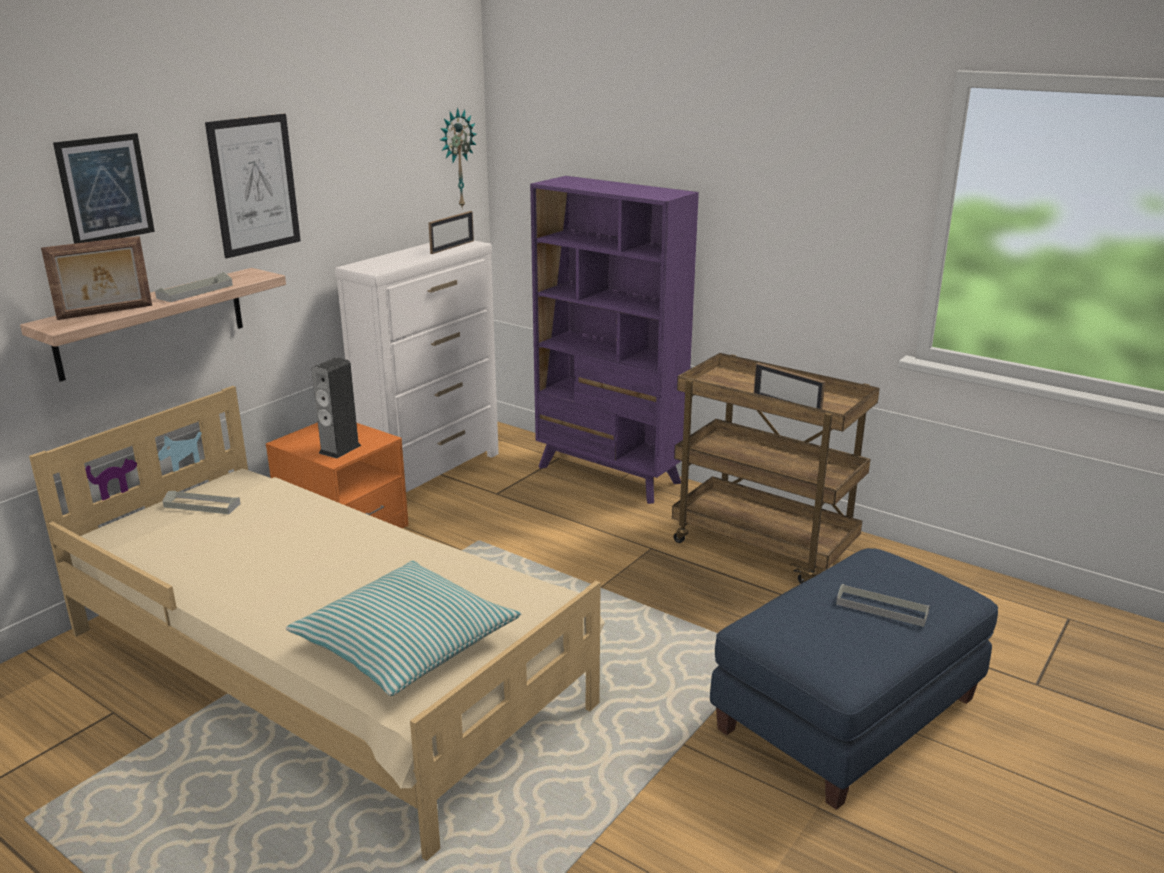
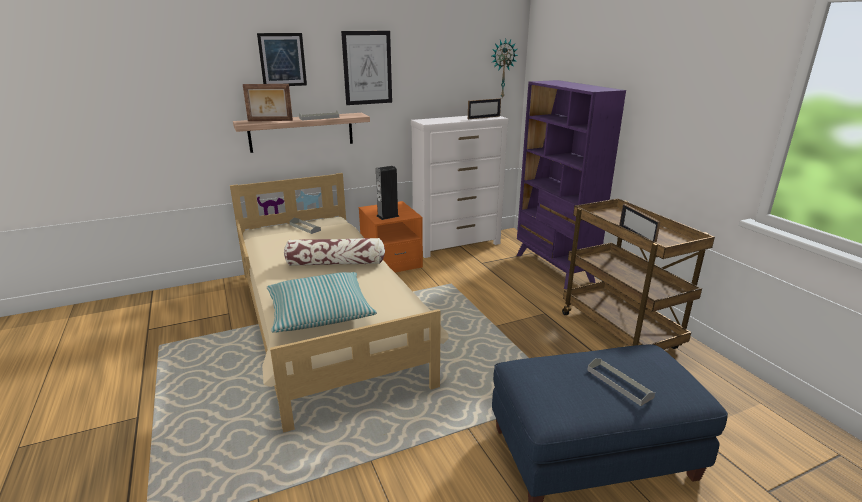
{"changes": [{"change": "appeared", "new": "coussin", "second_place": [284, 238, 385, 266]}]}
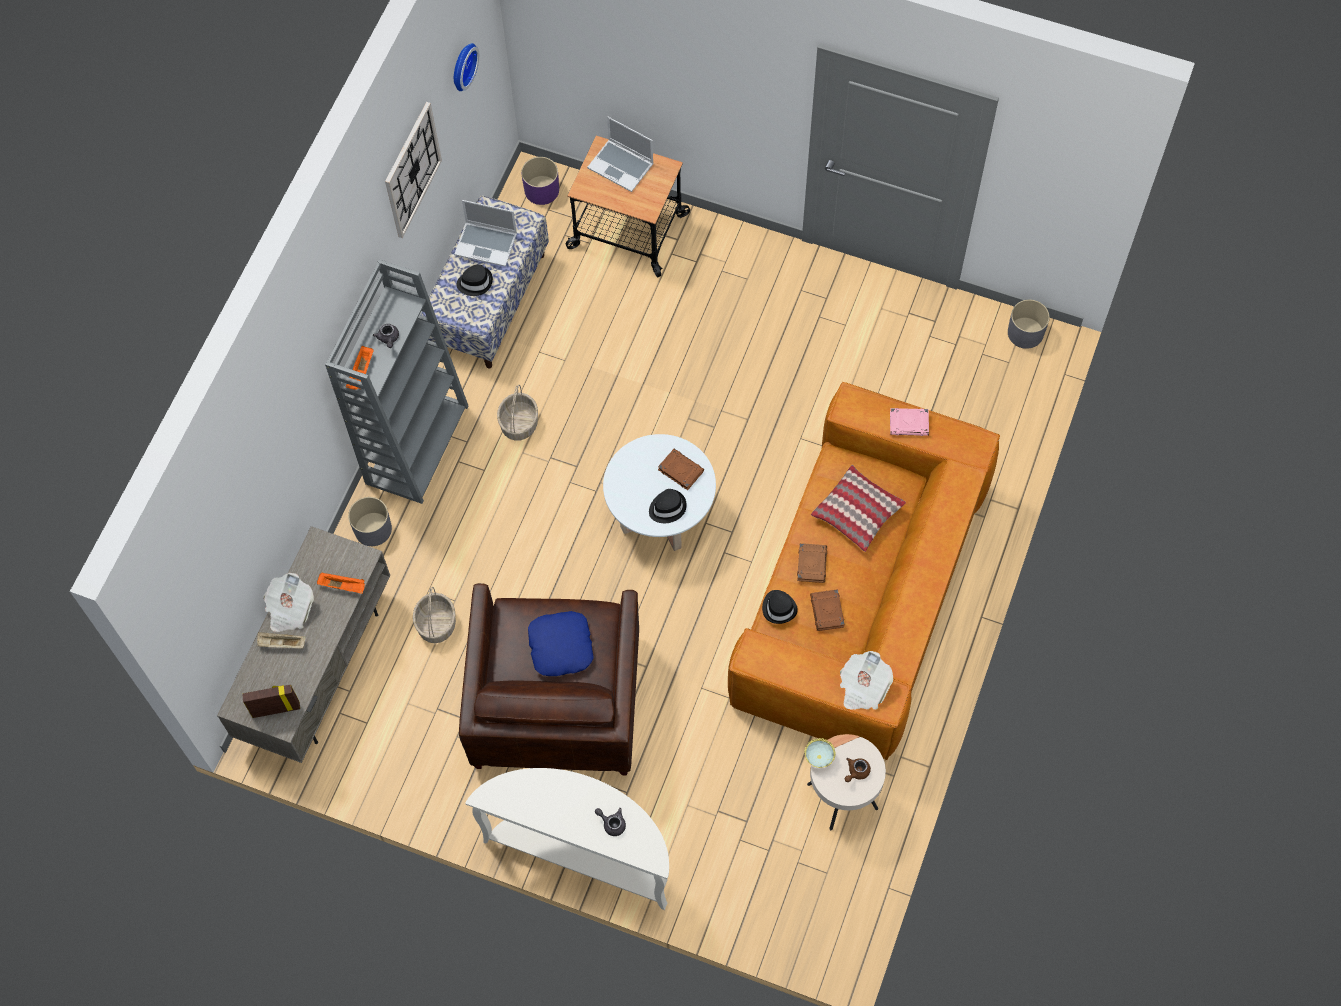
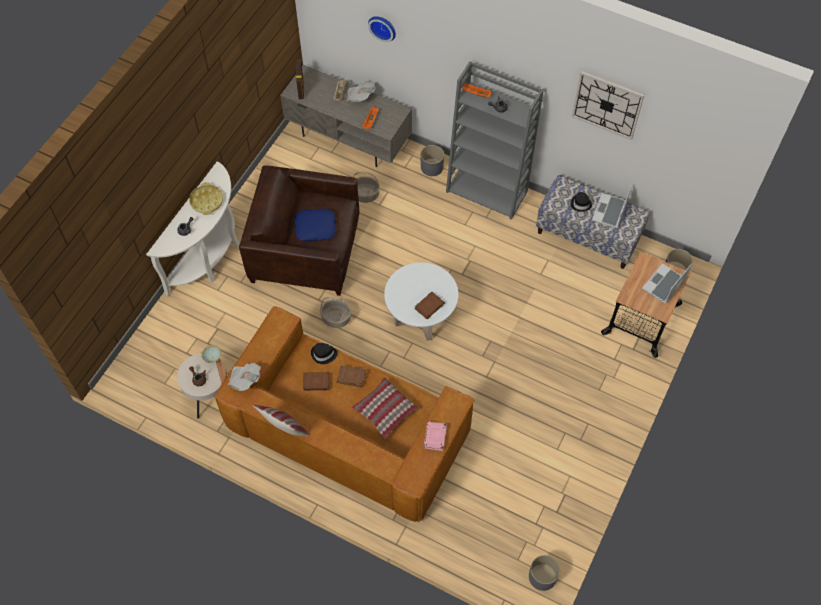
{"changes": [{"change": "missing", "old": "chapeau/noir", "first_place": [649, 489, 687, 523]}, {"change": "appeared", "new": "plateau/jaune", "second_place": [189, 182, 223, 215]}, {"change": "appeared", "new": "coussin", "second_place": [253, 405, 309, 436]}, {"change": "relocated", "old": "horloge murale", "first_place": [454, 43, 479, 91], "second_place": [368, 16, 396, 42]}, {"change": "relocated", "old": "panier", "first_place": [497, 385, 538, 441], "second_place": [320, 297, 351, 328]}]}
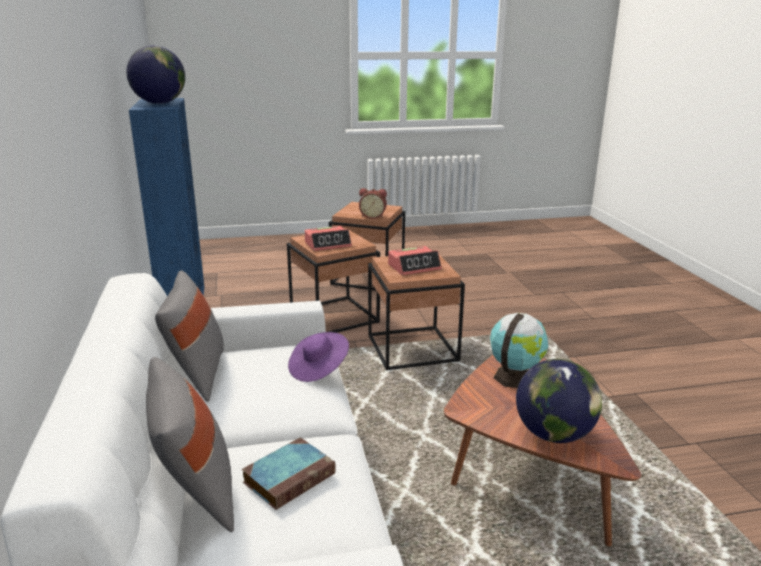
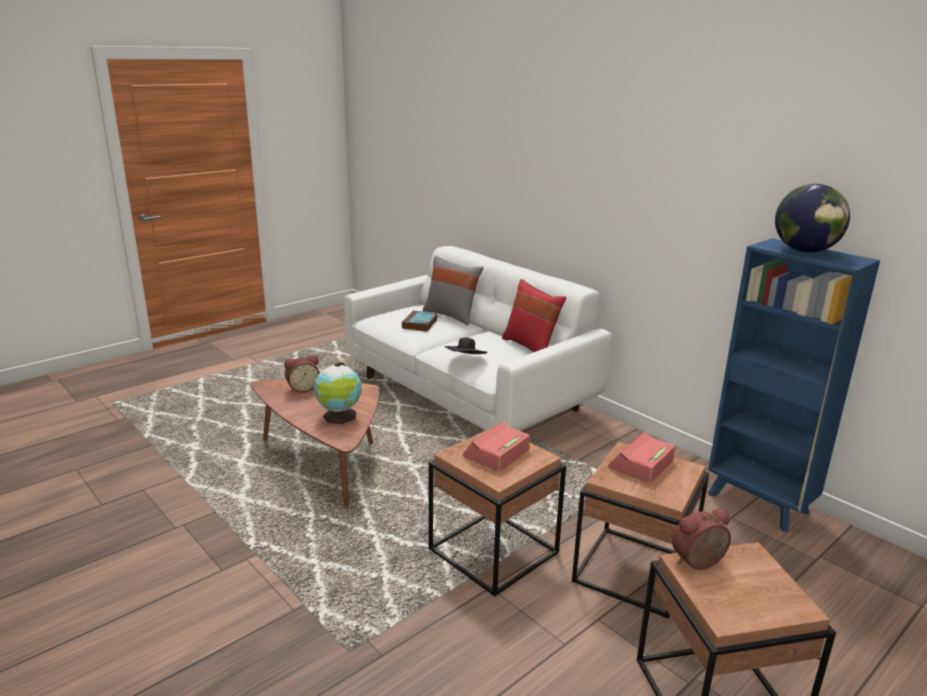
{"changes": [{"change": "exchanged", "old": "globe", "new": "réveil", "first_place": [516, 359, 602, 443], "second_place": [284, 355, 320, 393]}, {"change": "colour", "old": "coussin/gris", "new": "coussin/rouge", "first_place": [155, 270, 224, 402], "second_place": [502, 279, 566, 352]}, {"change": "colour", "old": "chapeau/violet", "new": "chapeau/noir", "first_place": [288, 332, 349, 382], "second_place": [444, 337, 487, 354]}]}
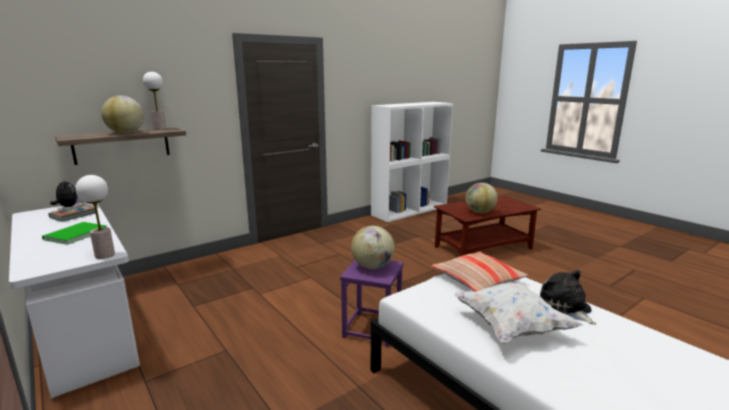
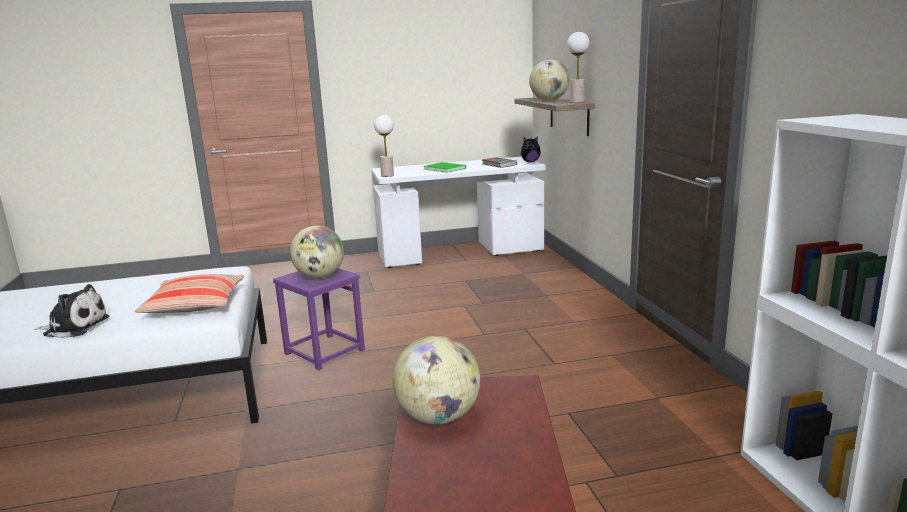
{"changes": [{"change": "missing", "old": "coussin/blanc", "first_place": [454, 282, 583, 344]}]}
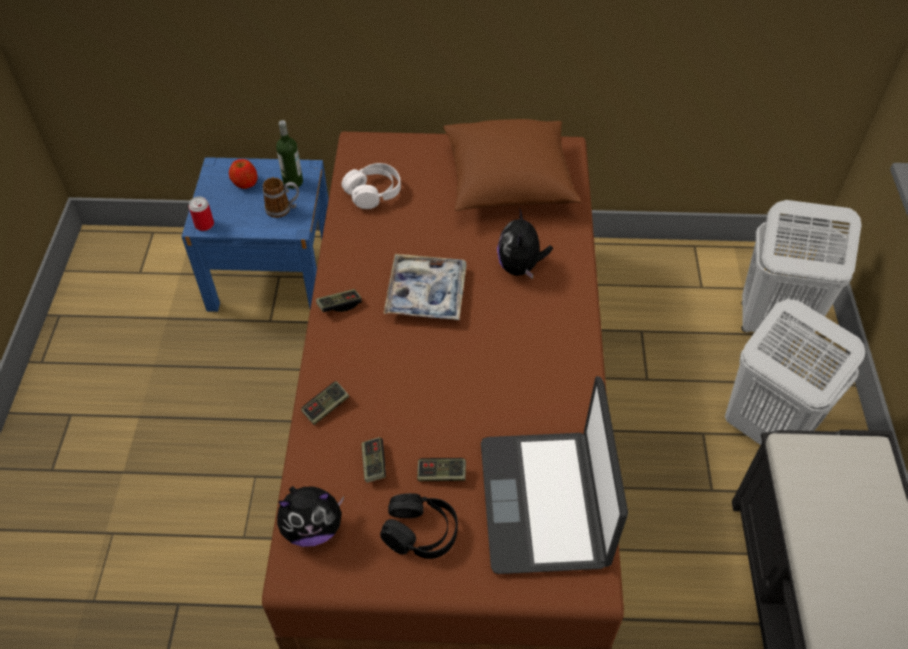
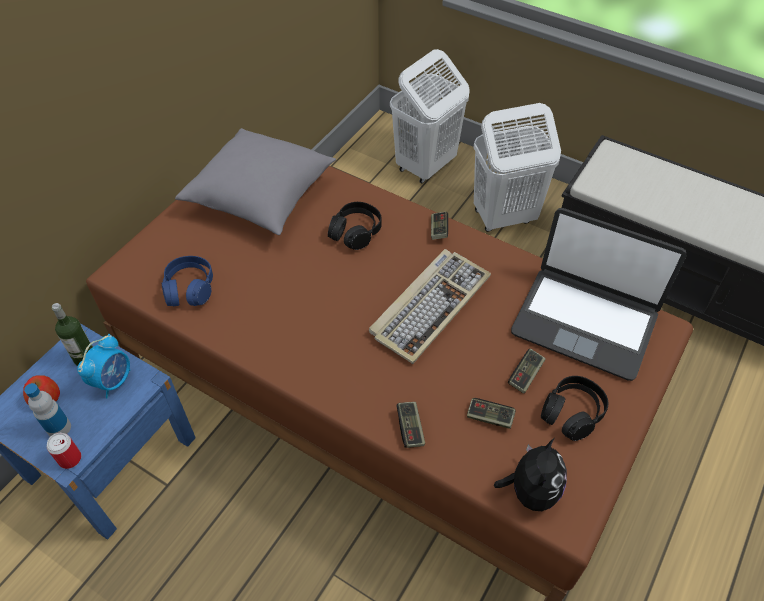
{"changes": [{"change": "missing", "old": "plateau", "first_place": [383, 254, 467, 320]}, {"change": "appeared", "new": "bouteille", "second_place": [24, 383, 71, 437]}, {"change": "appeared", "new": "clavier", "second_place": [369, 249, 491, 364]}, {"change": "relocated", "old": "manette", "first_place": [316, 289, 362, 312], "second_place": [431, 211, 448, 240]}, {"change": "exchanged", "old": "mug", "new": "réveil", "first_place": [263, 177, 299, 218], "second_place": [77, 334, 130, 398]}, {"change": "exchanged", "old": "peluche", "new": "casque audio/noir", "first_place": [497, 209, 553, 279], "second_place": [328, 202, 382, 250]}, {"change": "colour", "old": "casque audio/blanc", "new": "casque audio/bleu", "first_place": [341, 163, 401, 209], "second_place": [162, 256, 213, 306]}, {"change": "colour", "old": "coussin/marron", "new": "coussin/gris", "first_place": [443, 119, 581, 211], "second_place": [175, 128, 336, 235]}]}
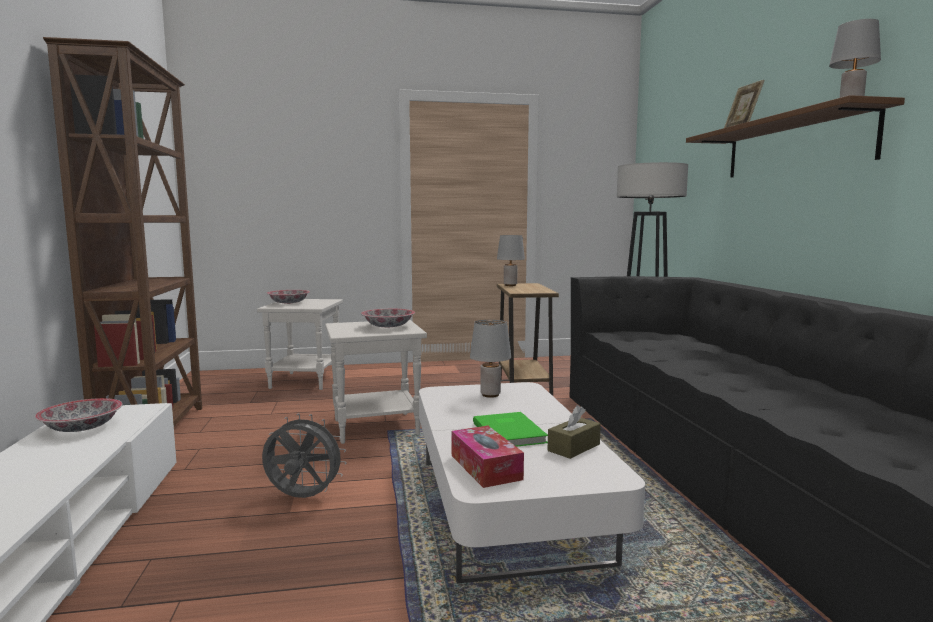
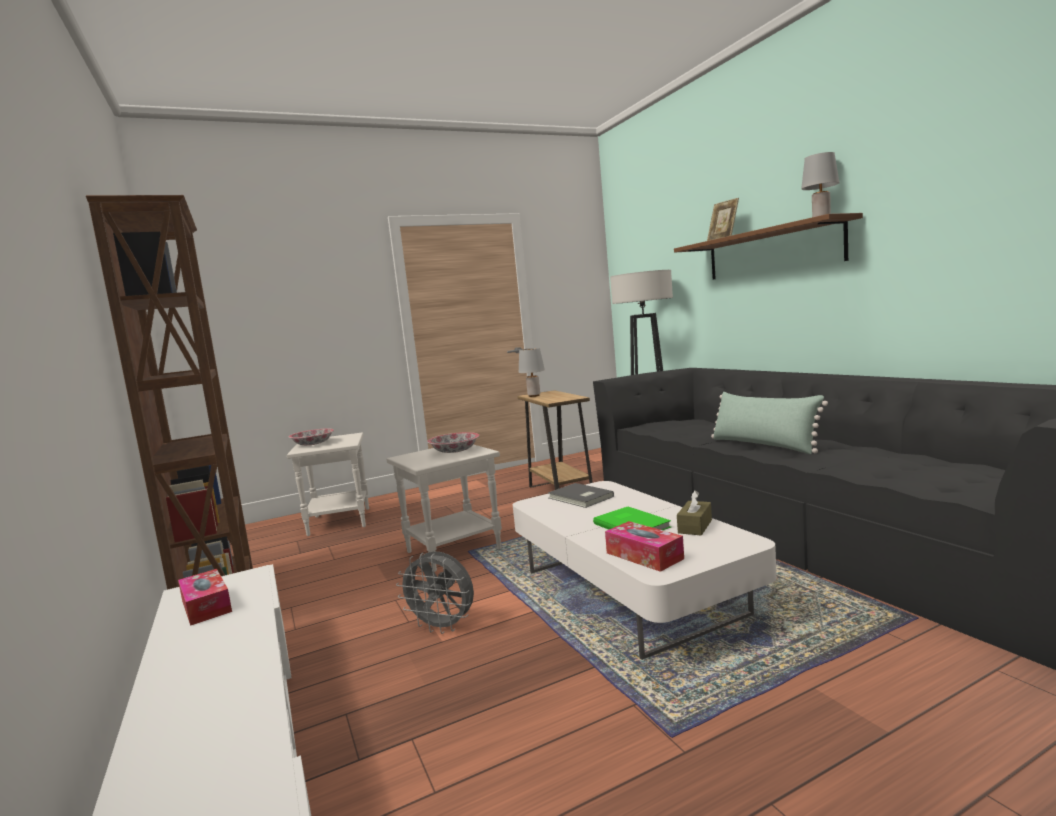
{"changes": [{"change": "appeared", "new": "coussin/vert", "second_place": [711, 392, 828, 454]}, {"change": "exchanged", "old": "bol", "new": "boîte à mouchoirs", "first_place": [35, 398, 122, 432], "second_place": [178, 569, 232, 626]}, {"change": "exchanged", "old": "lampe de table/gris", "new": "livre/gris", "first_place": [470, 320, 511, 398], "second_place": [548, 483, 614, 508]}, {"change": "spun", "old": "ventilateur/gris", "first_place": [262, 413, 347, 498], "second_place": [396, 551, 474, 634], "degrees": -150}]}
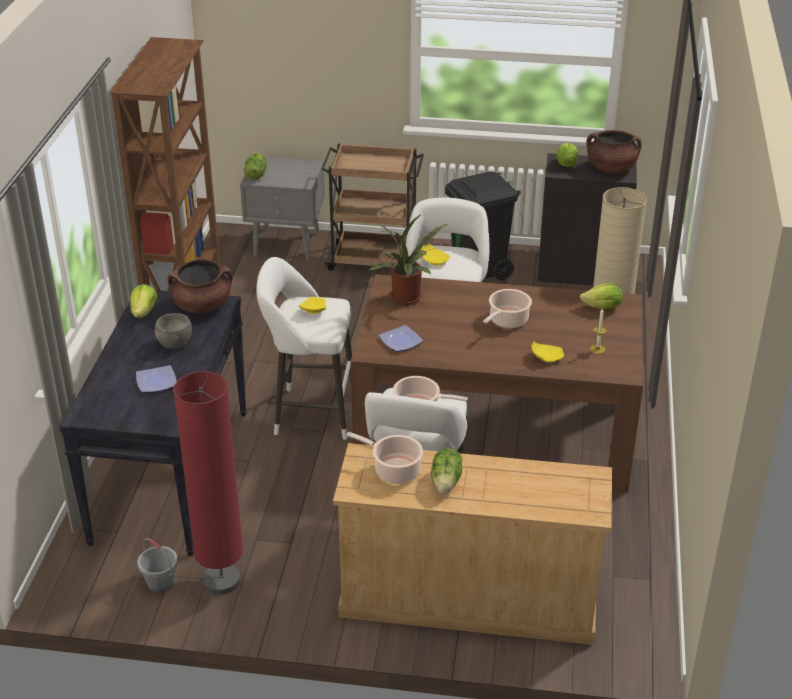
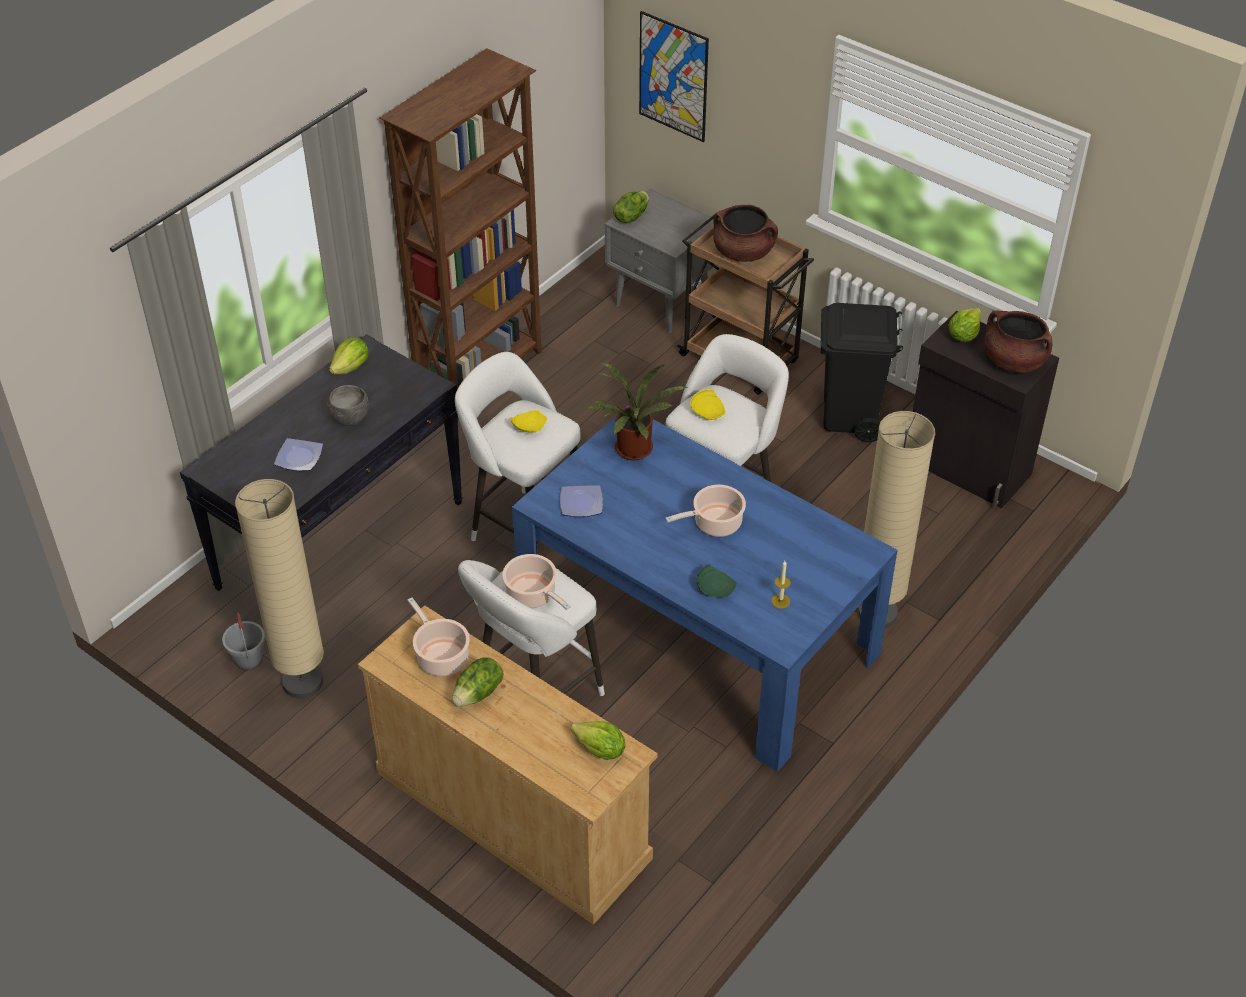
{"changes": [{"change": "appeared", "new": "tableau", "second_place": [639, 11, 709, 142]}, {"change": "relocated", "old": "marmite/marron", "first_place": [168, 259, 233, 313], "second_place": [713, 205, 778, 262]}, {"change": "relocated", "old": "laitue", "first_place": [580, 283, 623, 309], "second_place": [571, 721, 625, 760]}, {"change": "colour", "old": "lampadaire/rouge", "new": "lampadaire/beige", "first_place": [173, 371, 244, 595], "second_place": [235, 479, 324, 699]}, {"change": "colour", "old": "table à manger/marron", "new": "table à manger/bleu", "first_place": [350, 274, 643, 493], "second_place": [512, 406, 898, 772]}, {"change": "colour", "old": "assiette/jaune", "new": "assiette/vert", "first_place": [532, 342, 564, 363], "second_place": [697, 564, 737, 597]}]}
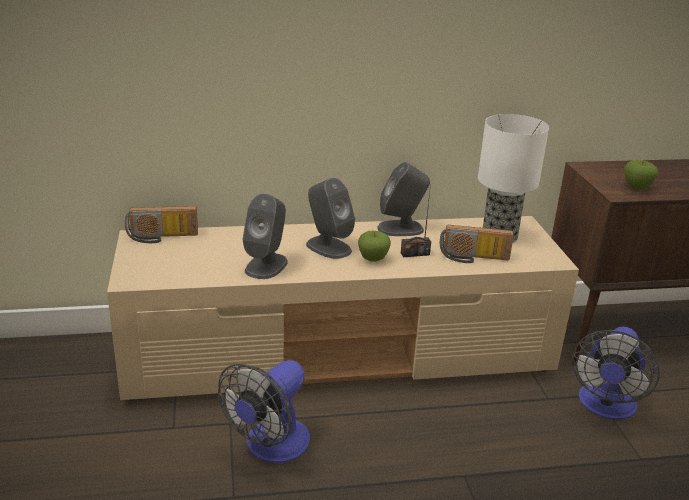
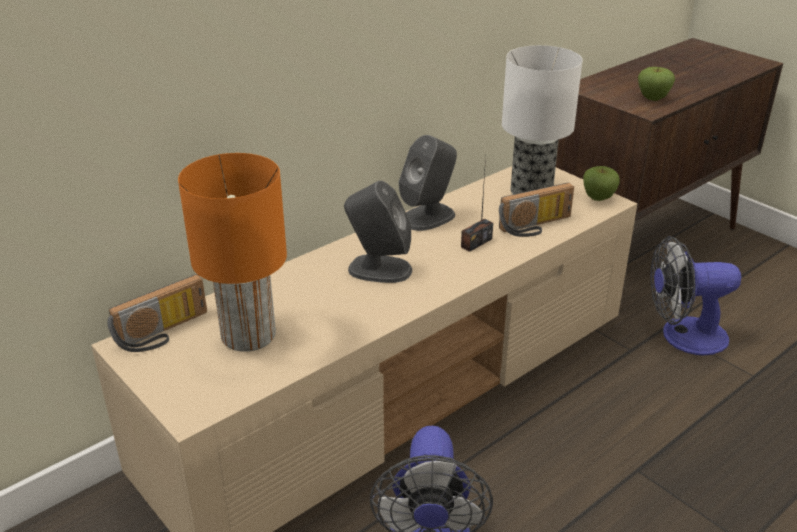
{"changes": [{"change": "missing", "old": "enceinte/gris", "first_place": [243, 194, 288, 279]}, {"change": "appeared", "new": "lampe de table/orange", "second_place": [178, 153, 287, 352]}, {"change": "relocated", "old": "pomme", "first_place": [358, 231, 391, 262], "second_place": [583, 166, 620, 201]}, {"change": "spun", "old": "ventilateur", "first_place": [572, 327, 660, 420], "second_place": [650, 236, 742, 356], "degrees": 90}]}
